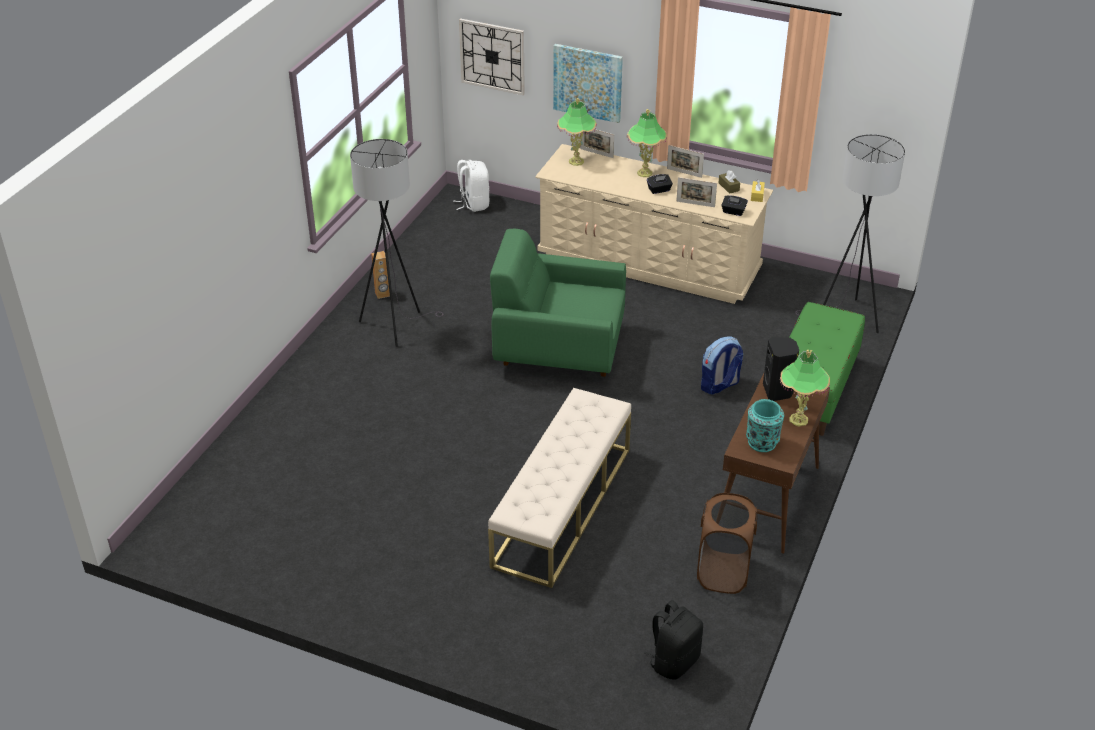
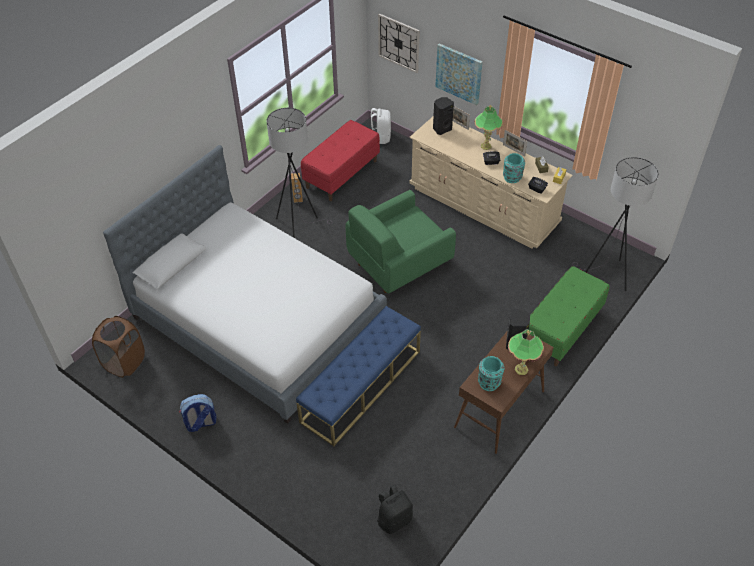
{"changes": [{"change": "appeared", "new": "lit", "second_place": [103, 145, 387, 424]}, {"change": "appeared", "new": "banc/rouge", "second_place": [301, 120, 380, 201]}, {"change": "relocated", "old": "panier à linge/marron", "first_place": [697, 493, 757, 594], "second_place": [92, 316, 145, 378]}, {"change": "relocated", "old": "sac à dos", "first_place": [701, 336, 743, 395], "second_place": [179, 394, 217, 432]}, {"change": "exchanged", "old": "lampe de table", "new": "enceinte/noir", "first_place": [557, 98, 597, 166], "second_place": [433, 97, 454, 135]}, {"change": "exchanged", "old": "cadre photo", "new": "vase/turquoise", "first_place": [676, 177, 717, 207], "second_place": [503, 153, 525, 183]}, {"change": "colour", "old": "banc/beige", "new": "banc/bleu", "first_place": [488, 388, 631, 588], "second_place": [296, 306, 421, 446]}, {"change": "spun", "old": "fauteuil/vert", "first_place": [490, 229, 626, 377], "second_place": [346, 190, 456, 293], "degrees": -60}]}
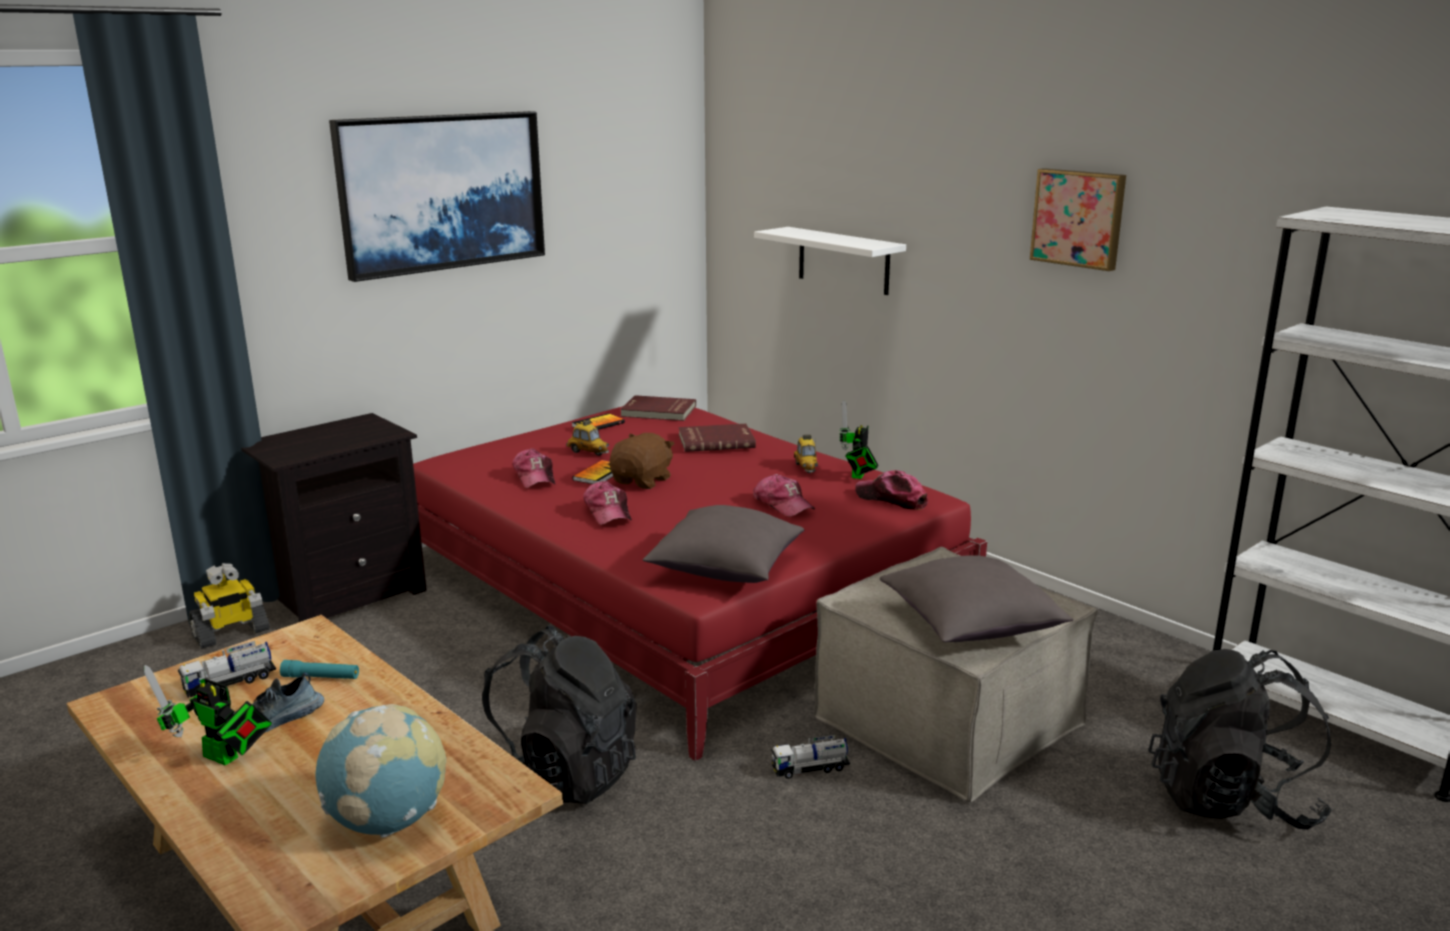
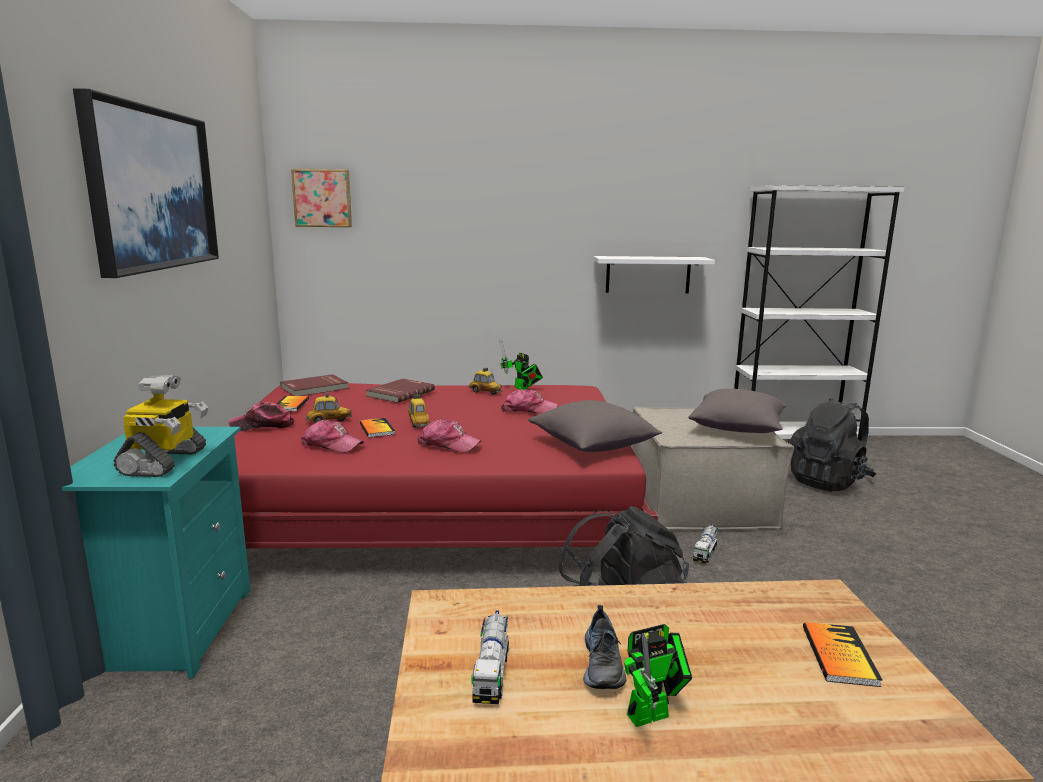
{"changes": [{"change": "missing", "old": "lampe de poche/turquoise", "first_place": [280, 660, 359, 679]}, {"change": "relocated", "old": "robot jouet", "first_place": [189, 563, 270, 649], "second_place": [114, 375, 208, 477]}, {"change": "relocated", "old": "étagère/blanc", "first_place": [754, 227, 906, 295], "second_place": [594, 256, 715, 293]}, {"change": "relocated", "old": "casquette", "first_place": [855, 470, 928, 510], "second_place": [228, 402, 295, 431]}, {"change": "relocated", "old": "tableau", "first_place": [1030, 168, 1126, 271], "second_place": [291, 169, 352, 227]}, {"change": "exchanged", "old": "globe", "new": "livre", "first_place": [315, 704, 446, 837], "second_place": [803, 622, 882, 687]}, {"change": "exchanged", "old": "peluche/marron", "new": "petite voiture", "first_place": [609, 433, 674, 489], "second_place": [408, 395, 430, 428]}, {"change": "colour", "old": "table de chevet/noir", "new": "table de chevet/turquoise", "first_place": [241, 413, 427, 622], "second_place": [62, 427, 250, 679]}]}
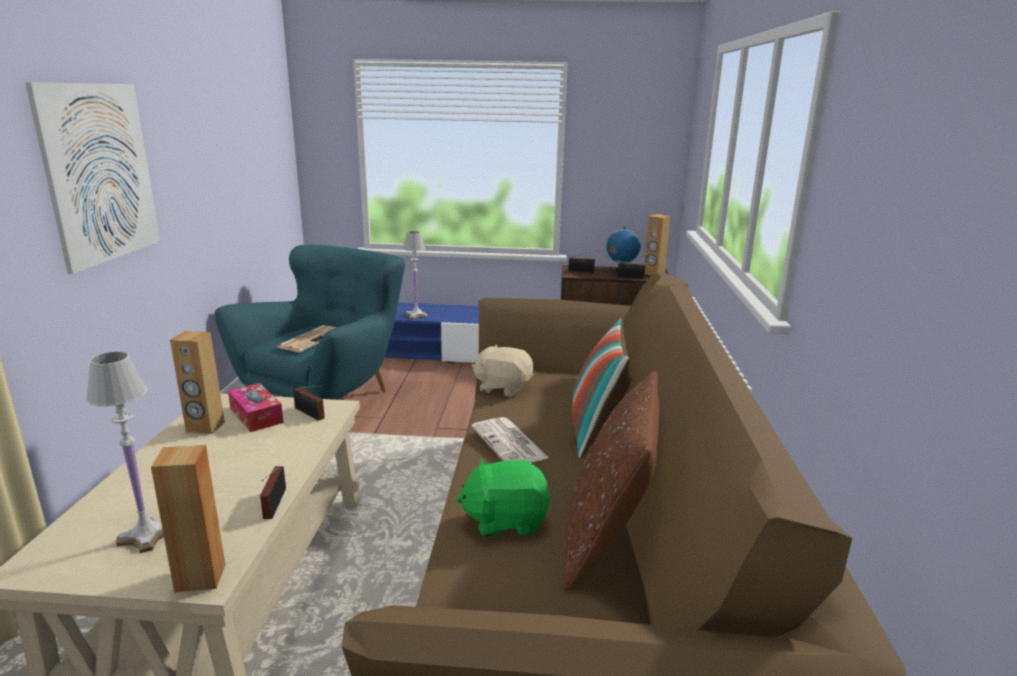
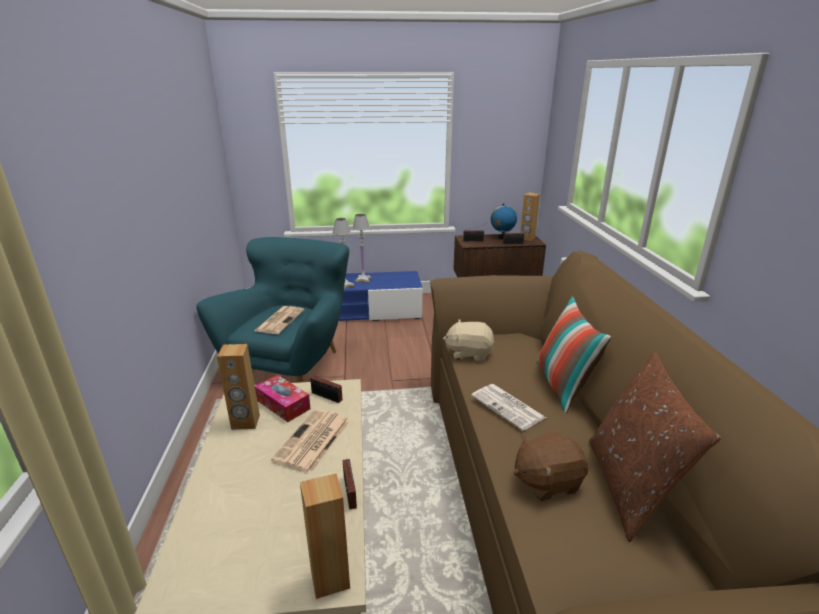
{"changes": [{"change": "missing", "old": "tableau", "first_place": [25, 82, 160, 274]}, {"change": "appeared", "new": "journal", "second_place": [271, 409, 350, 474]}, {"change": "relocated", "old": "lampe de table/blanc", "first_place": [86, 351, 164, 553], "second_place": [352, 214, 372, 283]}, {"change": "colour", "old": "peluche/vert", "new": "peluche/marron", "first_place": [456, 458, 550, 538], "second_place": [514, 432, 589, 501]}]}
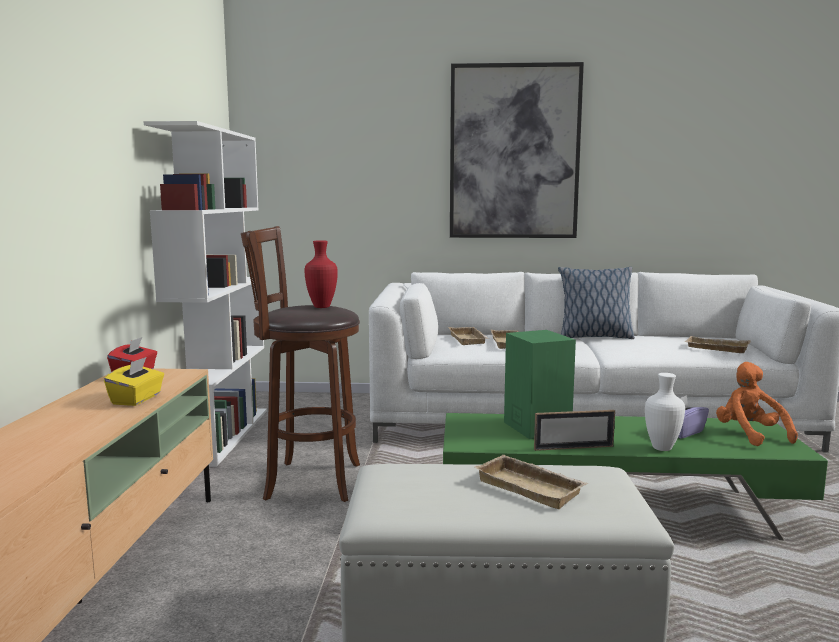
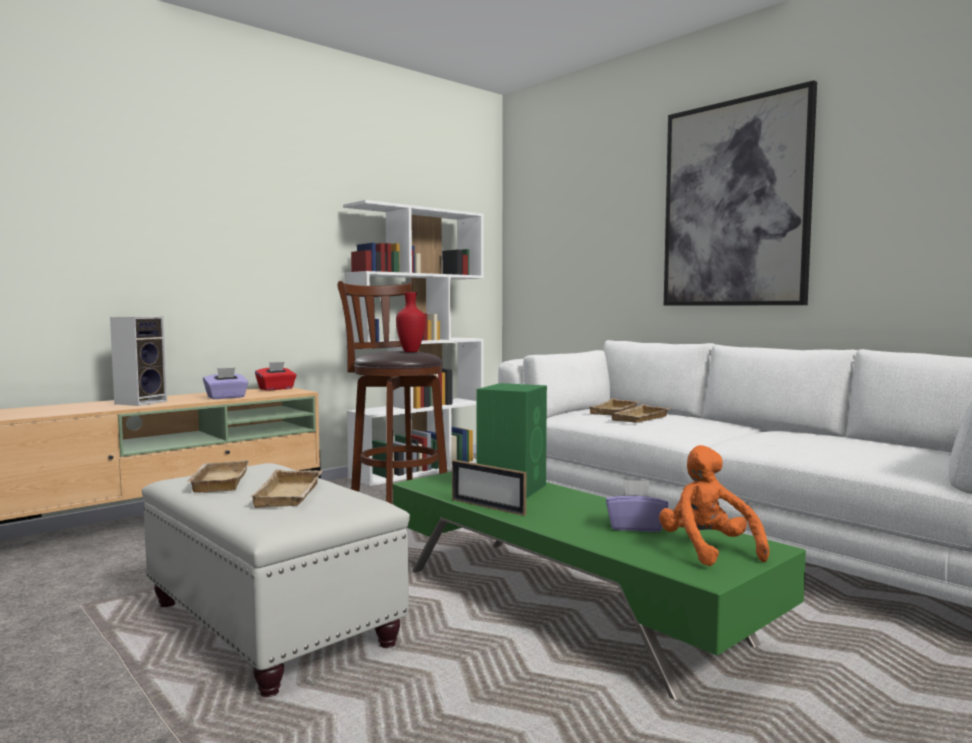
{"changes": [{"change": "missing", "old": "coussin", "first_place": [558, 267, 635, 339]}, {"change": "missing", "old": "vase/blanc", "first_place": [645, 373, 685, 451]}, {"change": "appeared", "new": "enceinte", "second_place": [110, 317, 167, 406]}, {"change": "relocated", "old": "plateau/beige", "first_place": [685, 336, 751, 353], "second_place": [187, 460, 249, 493]}, {"change": "colour", "old": "boîte à mouchoirs/jaune", "new": "boîte à mouchoirs/violet", "first_place": [104, 357, 164, 406], "second_place": [203, 368, 248, 399]}, {"change": "spun", "old": "peluche/orange", "first_place": [716, 362, 798, 446], "second_place": [659, 445, 770, 566], "degrees": -45}]}
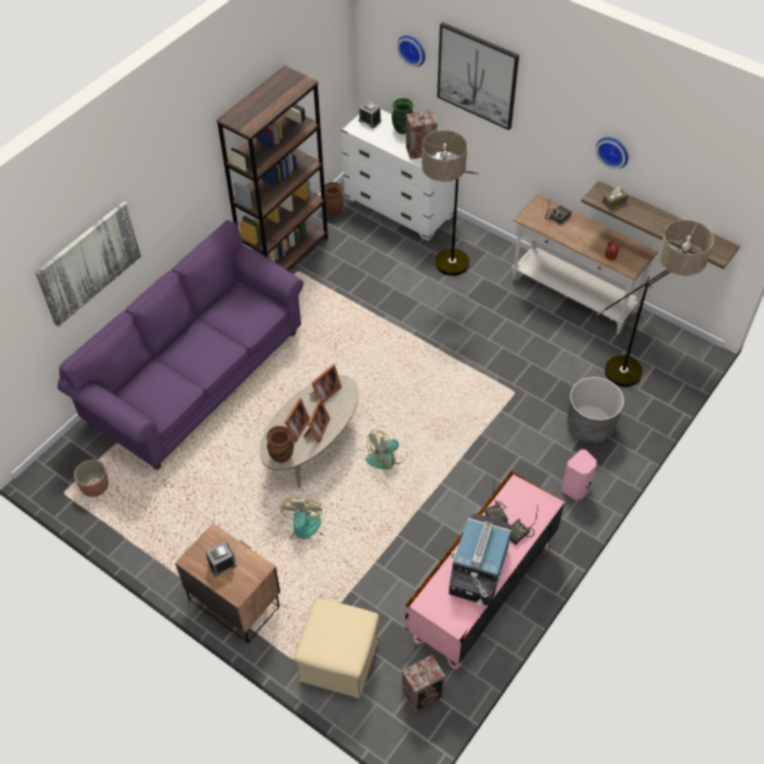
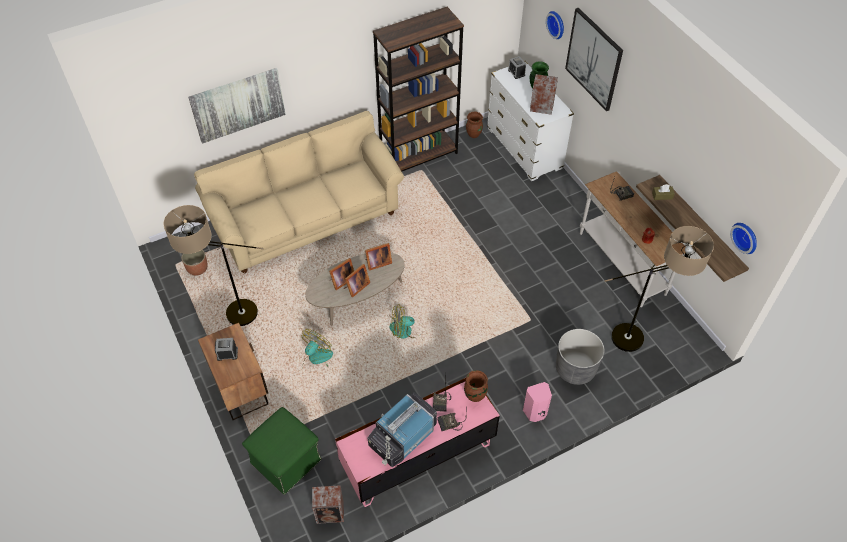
{"changes": [{"change": "relocated", "old": "vase/marron", "first_place": [267, 426, 294, 463], "second_place": [464, 370, 488, 402]}, {"change": "relocated", "old": "lampadaire", "first_place": [422, 130, 479, 276], "second_place": [163, 205, 264, 326]}, {"change": "relocated", "old": "horloge murale", "first_place": [596, 137, 628, 169], "second_place": [730, 223, 757, 254]}, {"change": "colour", "old": "canapé/violet", "new": "canapé/beige", "first_place": [57, 220, 303, 470], "second_place": [194, 111, 404, 273]}, {"change": "colour", "old": "pouf/beige", "new": "pouf/vert", "first_place": [294, 598, 379, 699], "second_place": [242, 407, 322, 495]}]}
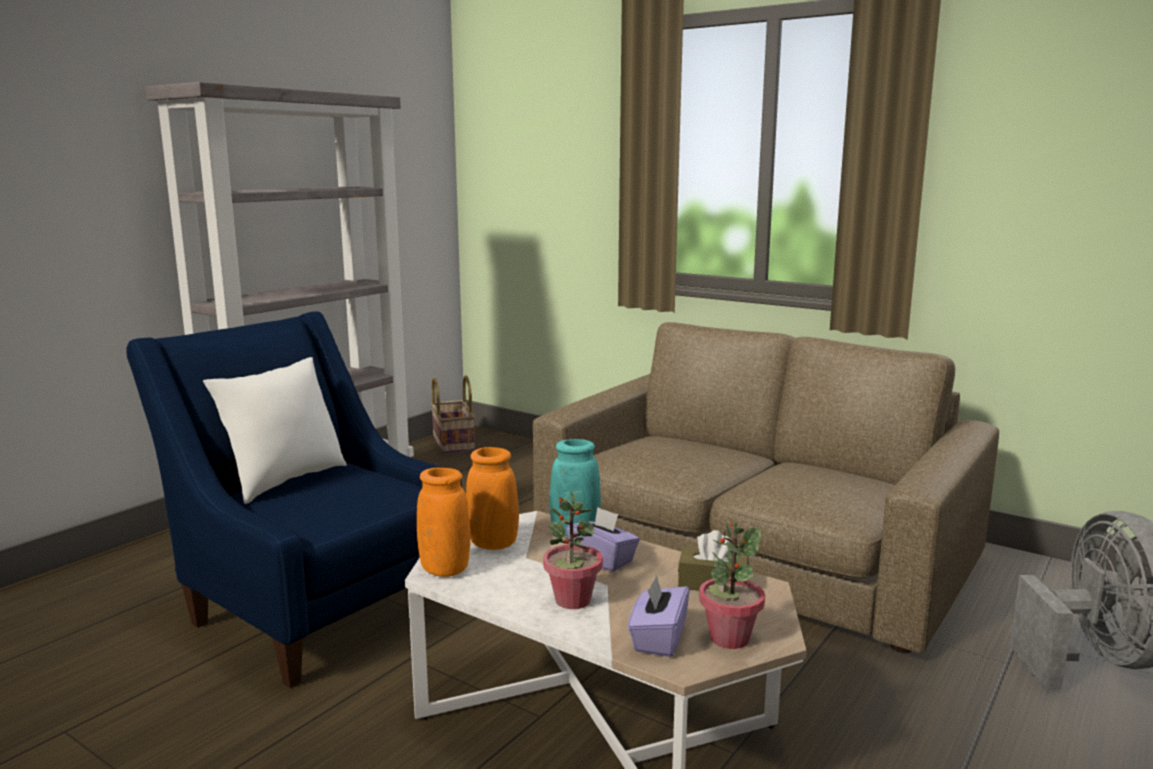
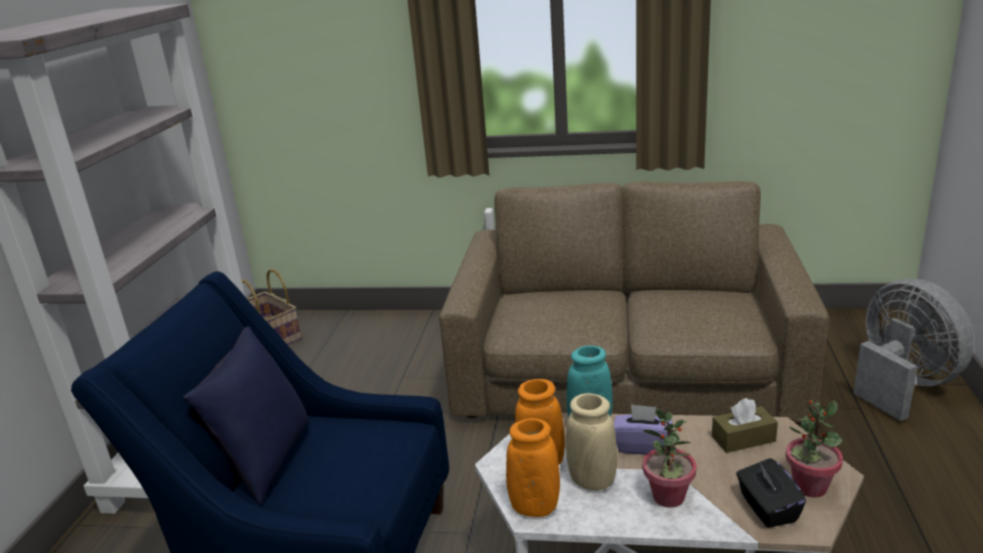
{"changes": [{"change": "appeared", "new": "vase/beige", "second_place": [566, 393, 617, 491]}, {"change": "colour", "old": "coussin/blanc", "new": "coussin/bleu", "first_place": [203, 357, 347, 504], "second_place": [183, 327, 309, 505]}, {"change": "colour", "old": "boîte à mouchoirs/violet", "new": "boîte à mouchoirs/noir", "first_place": [628, 575, 690, 657], "second_place": [736, 458, 806, 528]}]}
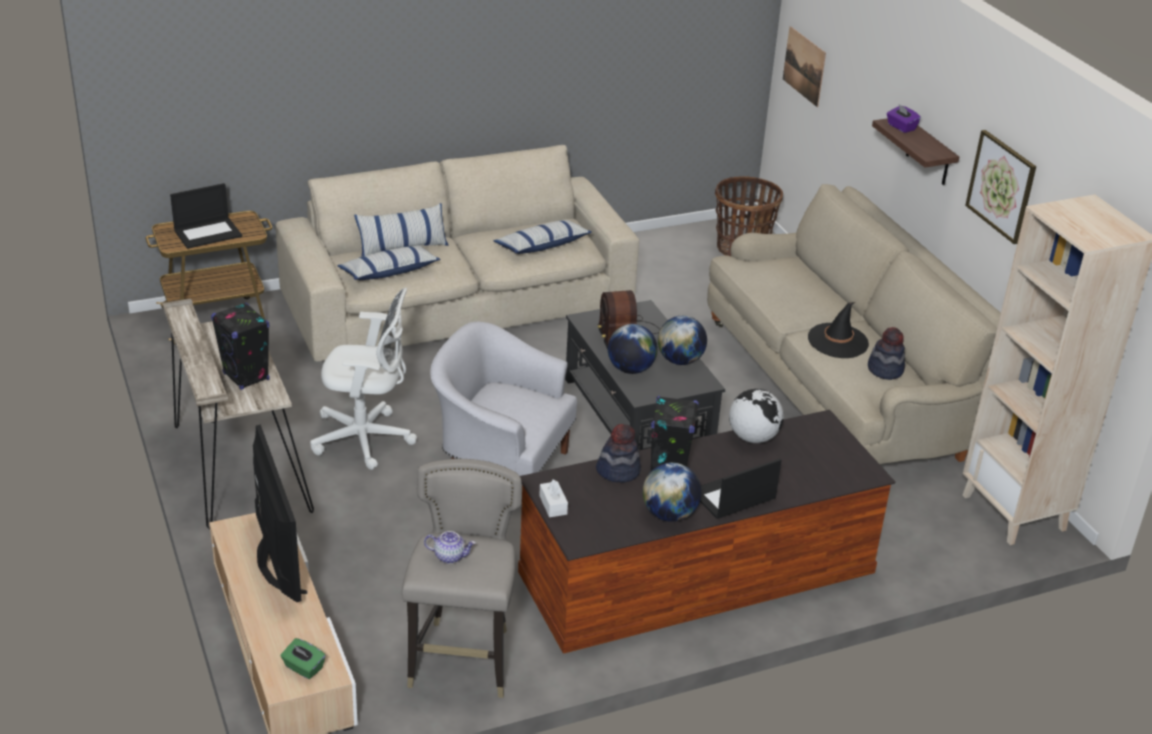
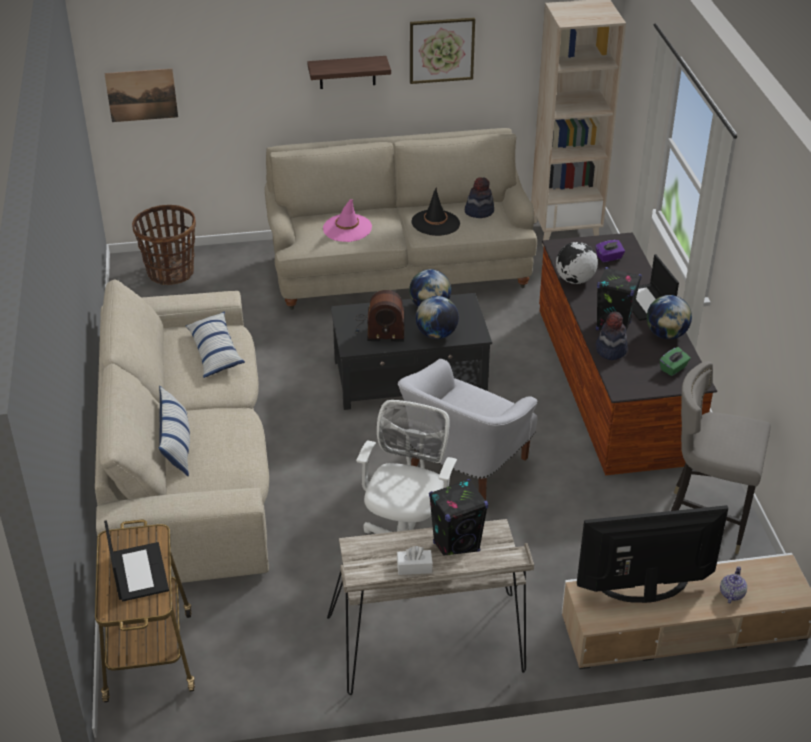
{"changes": [{"change": "missing", "old": "coussin", "first_place": [338, 246, 440, 280]}, {"change": "appeared", "new": "chapeau/rose", "second_place": [323, 199, 372, 242]}, {"change": "relocated", "old": "boîte à mouchoirs/vert", "first_place": [281, 638, 326, 679], "second_place": [660, 347, 691, 376]}, {"change": "relocated", "old": "théière", "first_place": [424, 531, 476, 564], "second_place": [720, 566, 747, 603]}, {"change": "relocated", "old": "boîte à mouchoirs/blanc", "first_place": [539, 479, 568, 517], "second_place": [397, 546, 433, 575]}, {"change": "relocated", "old": "boîte à mouchoirs/violet", "first_place": [887, 105, 921, 133], "second_place": [596, 240, 625, 262]}]}
